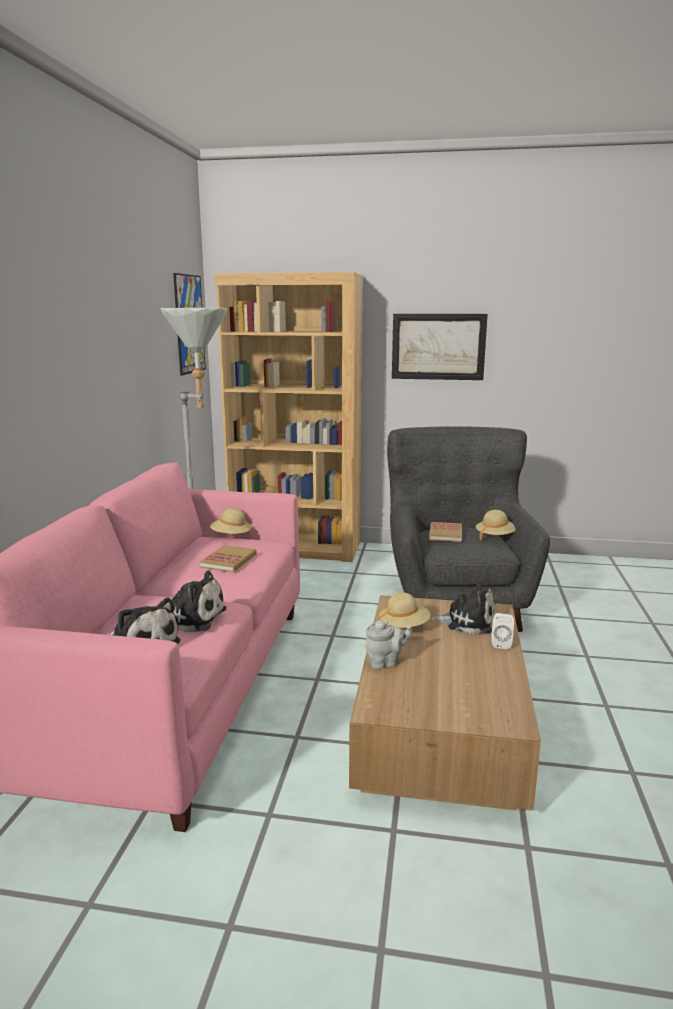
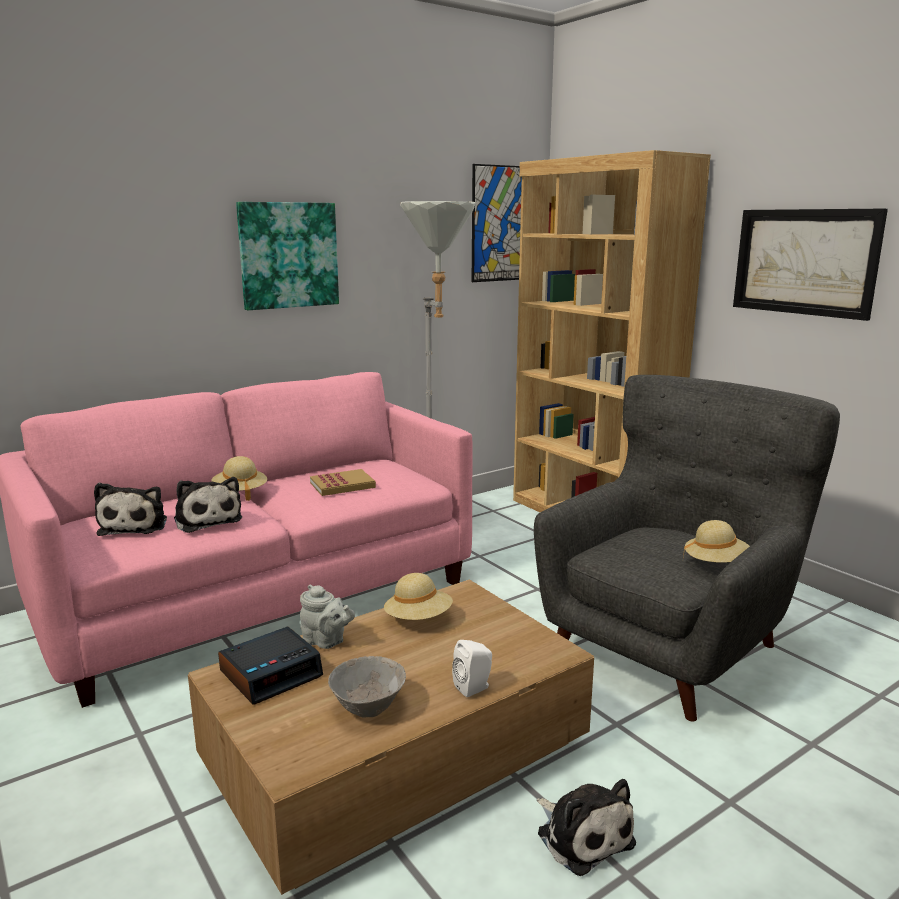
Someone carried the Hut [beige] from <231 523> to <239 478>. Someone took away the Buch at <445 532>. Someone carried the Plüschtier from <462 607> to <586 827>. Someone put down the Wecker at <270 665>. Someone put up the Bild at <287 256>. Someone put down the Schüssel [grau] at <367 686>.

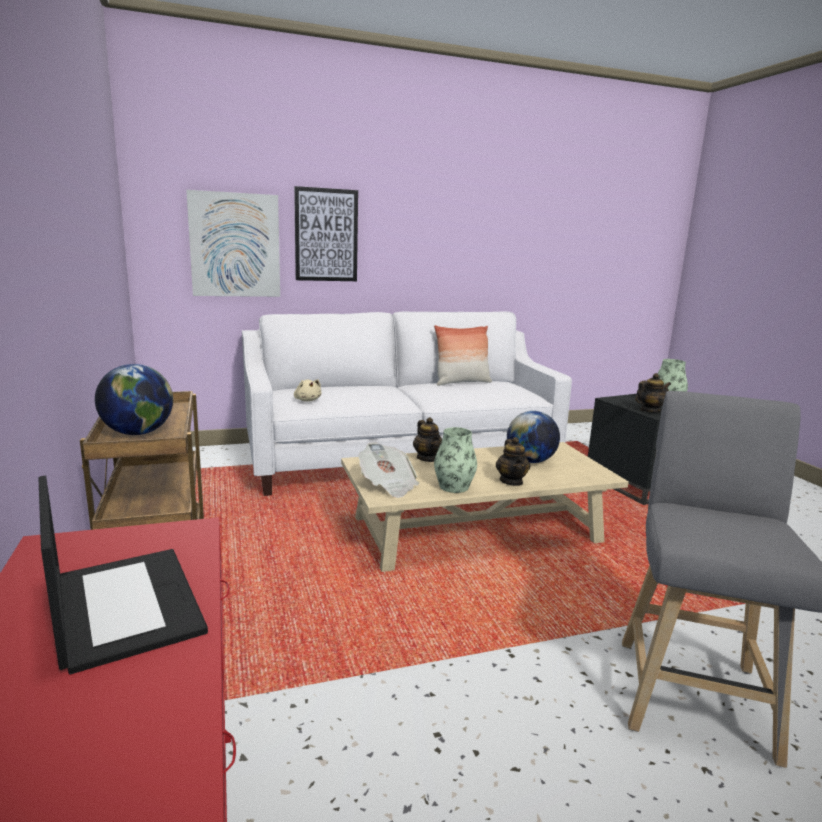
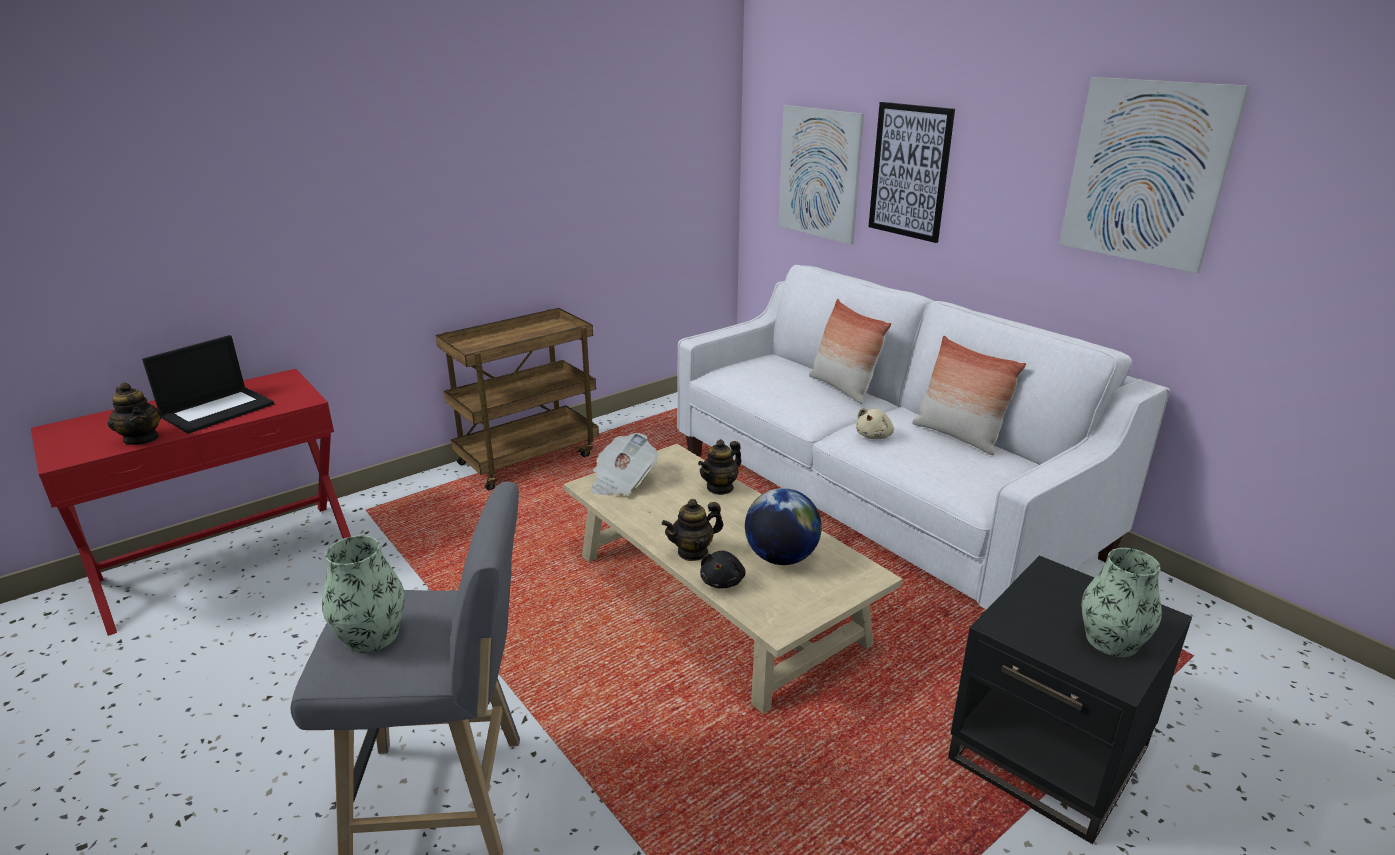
Someone took away the Globus at <134 399>. Someone carried the Plüschtier [beige] from <307 390> to <875 423>. Someone carried the Vase from <455 460> to <363 594>. Someone carried the Teekanne from <653 393> to <135 414>. Someone put down the Plüschtier [schwarz] at <723 569>. Someone put down the Kissen at <850 351>. Someone put up the Bild at <1154 175>.

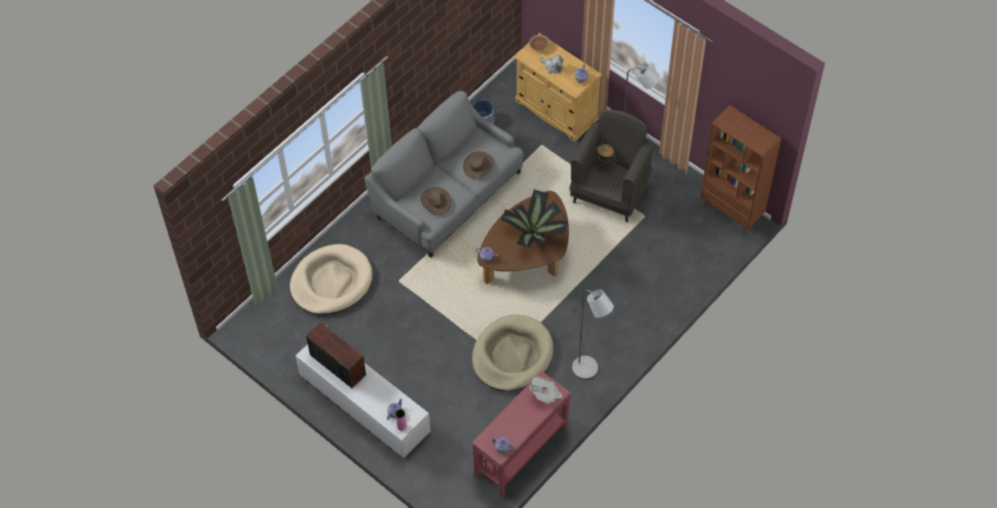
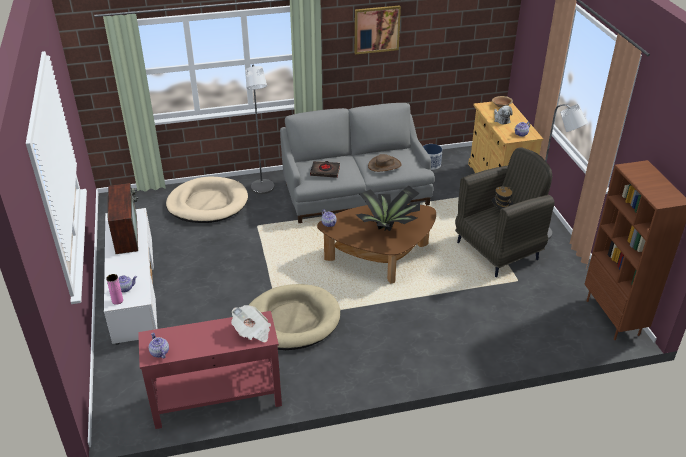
Someone swapped the Hut [braun] at <436 201> for the Buch [schwarz] at <325 169>. Someone carried the Stehlampe [grau] from <593 334> to <260 129>. Someone put up the Bild at <378 29>.

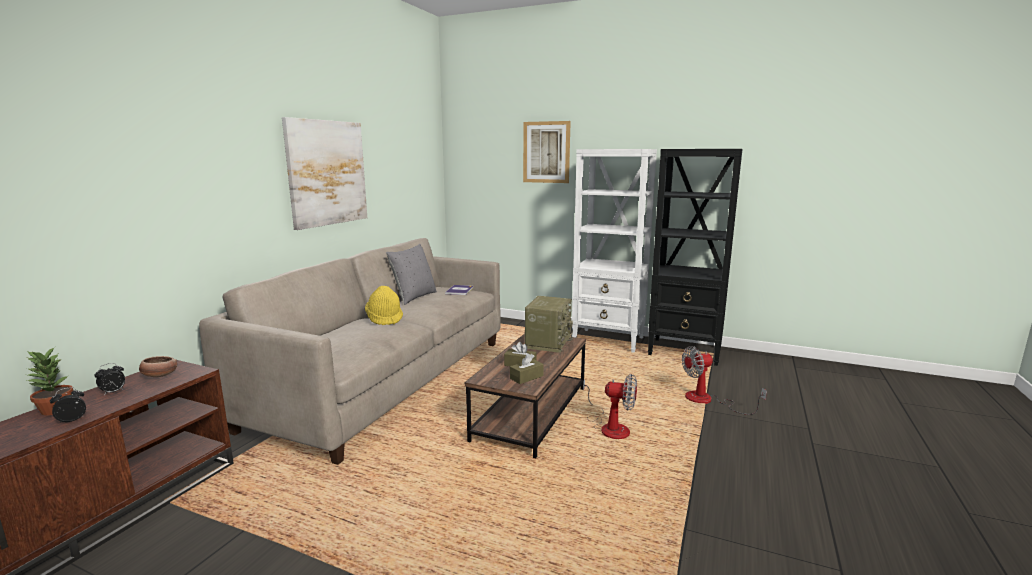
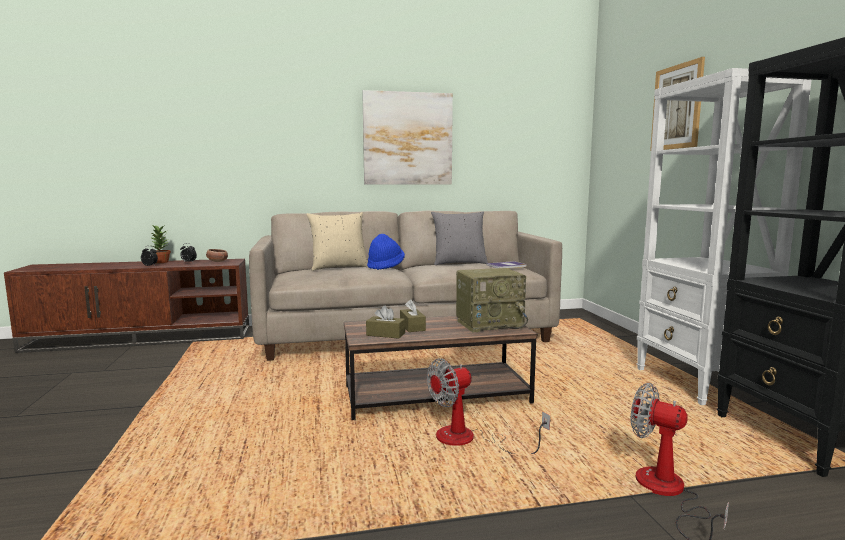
Someone repainted the Hut [gelb] at <384 305>, which became the Hut [blau] at <386 252>. Someone rotated the Ventilator at <610 406> by 75 degrees clockwise. Someone put down the Kissen [beige] at <337 241>.

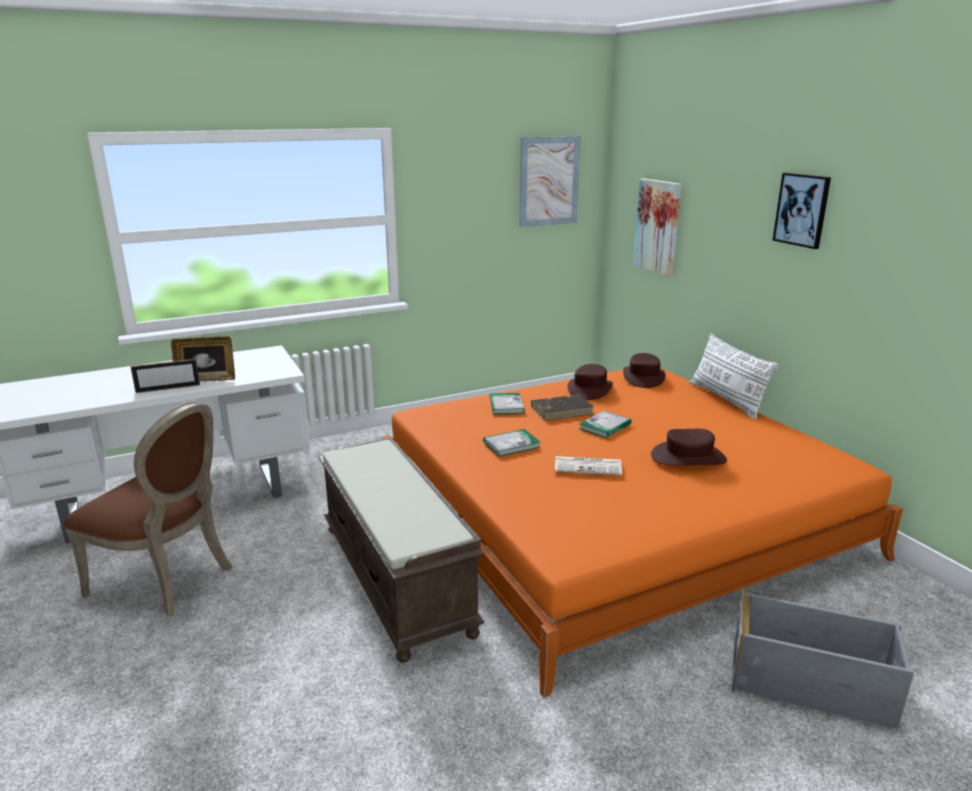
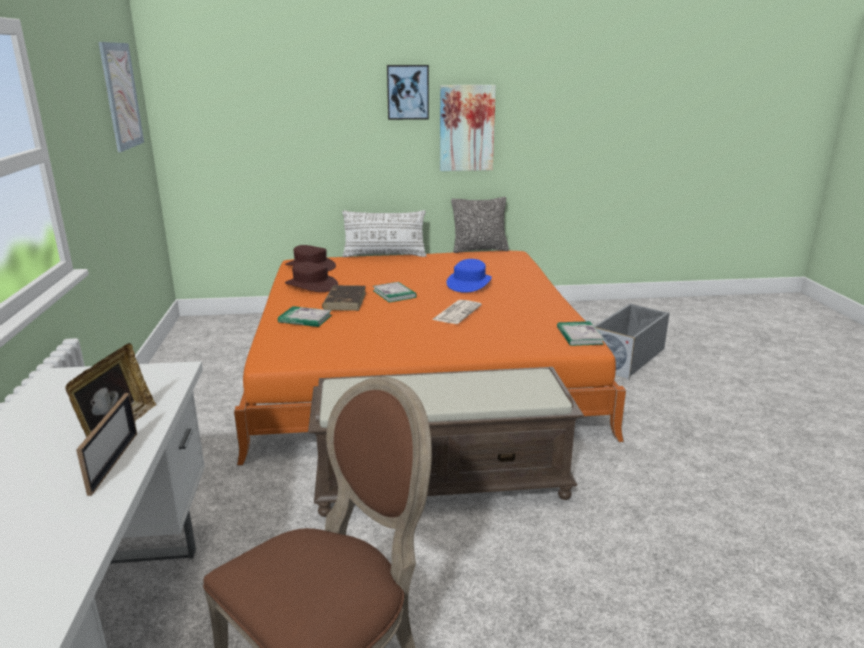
Someone carried the Buch from <511 442> to <580 333>. Someone carried the Bild from <657 227> to <468 128>. Someone repainted the Hut [braun] at <689 447>, which became the Hut [blau] at <469 276>. Someone put down the Kissen at <480 225>.

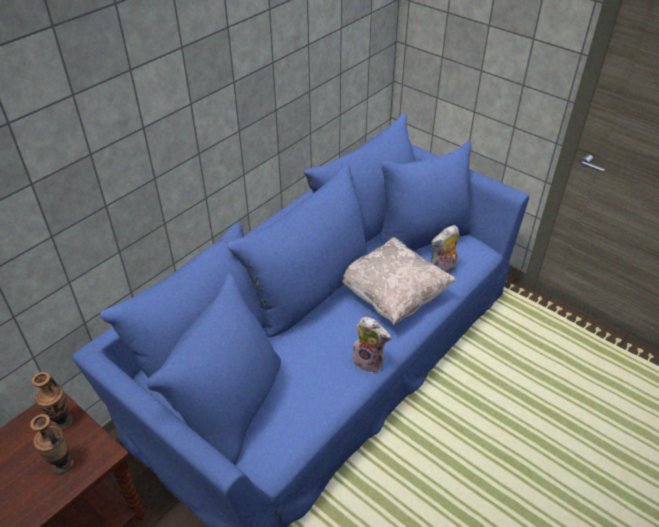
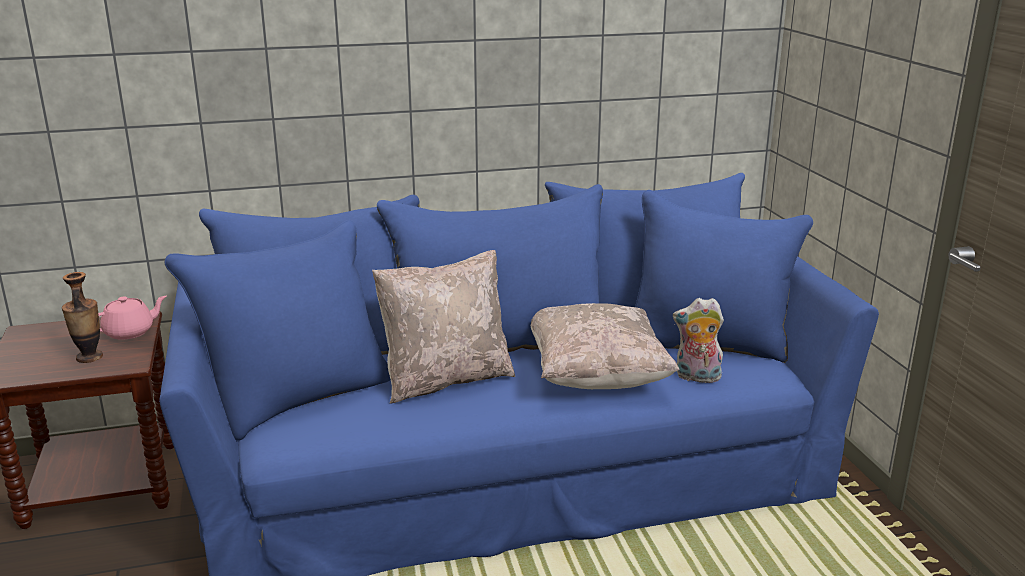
Someone swapped the Vase at <52 401> for the Teekanne [rosa] at <132 318>. Someone took away the Plüschtier at <371 345>. Someone put down the Kissen [beige] at <443 326>.

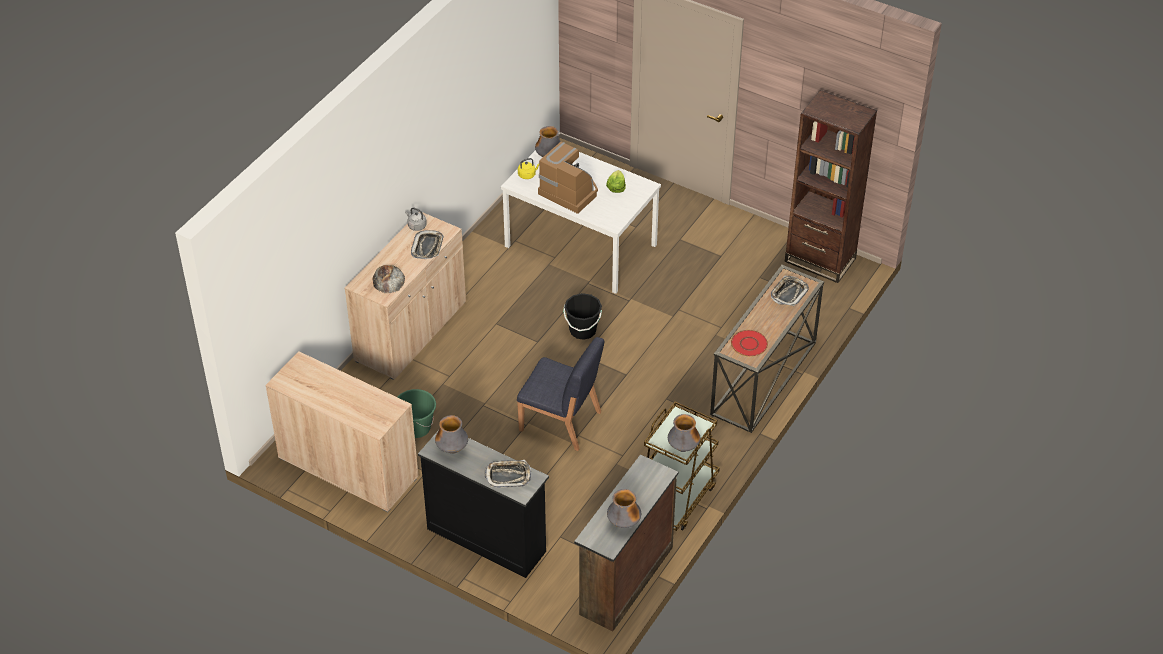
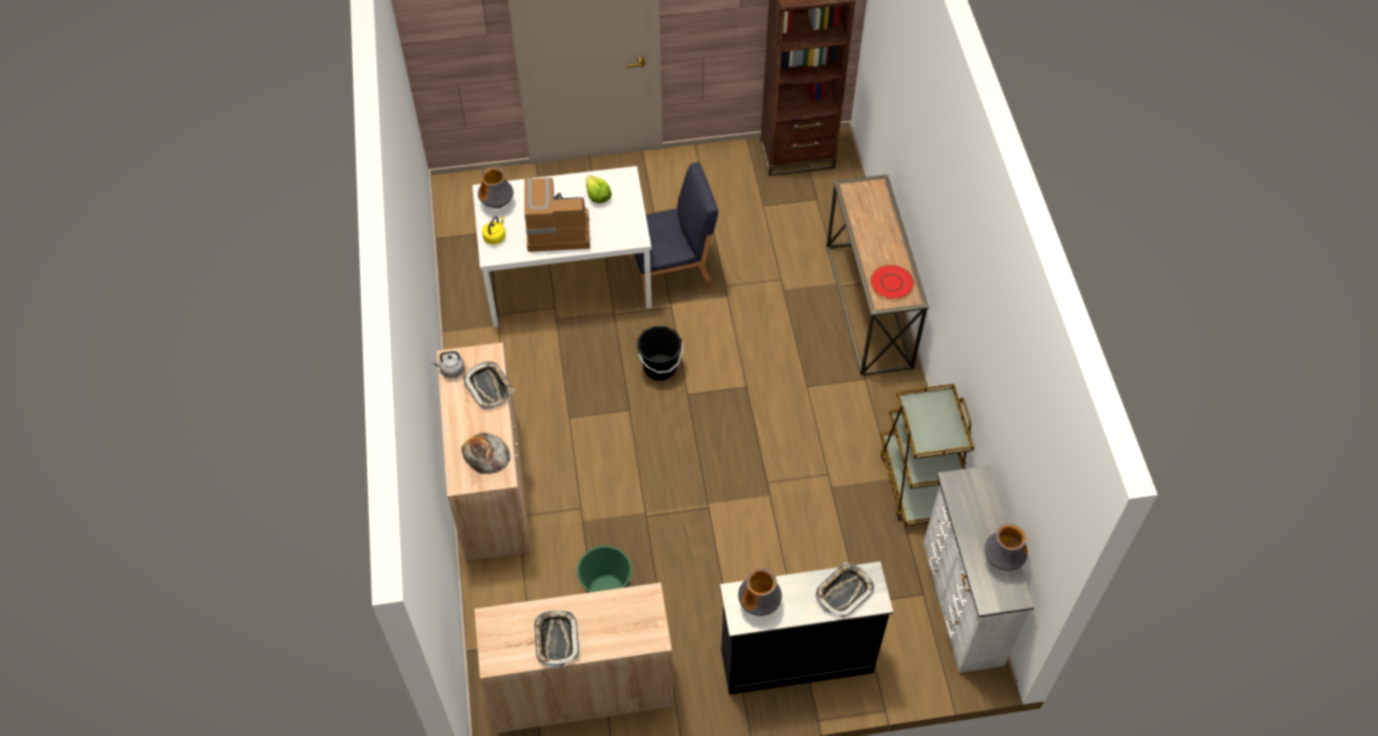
Someone carried the Stuhl [blau] from <560 394> to <673 233>. Someone repainted the Kommode [braun] at <626 542>, which became the Kommode [weiß] at <978 569>. Someone took away the Vase at <684 433>. Someone carried the Tablett from <790 291> to <556 639>.

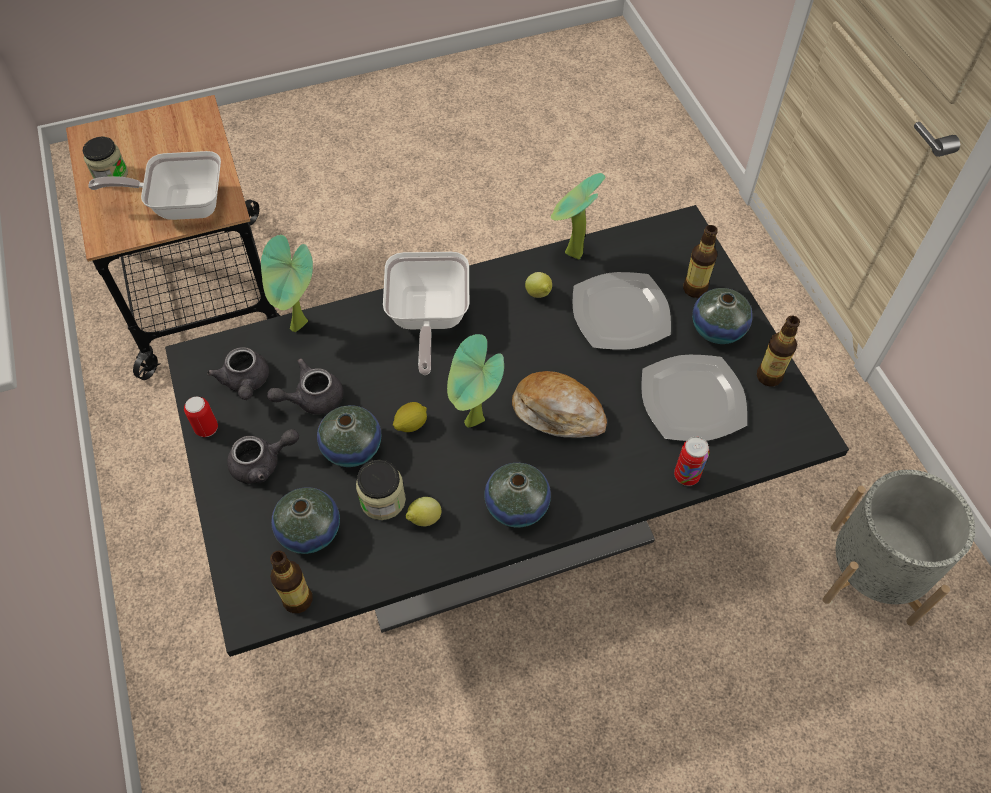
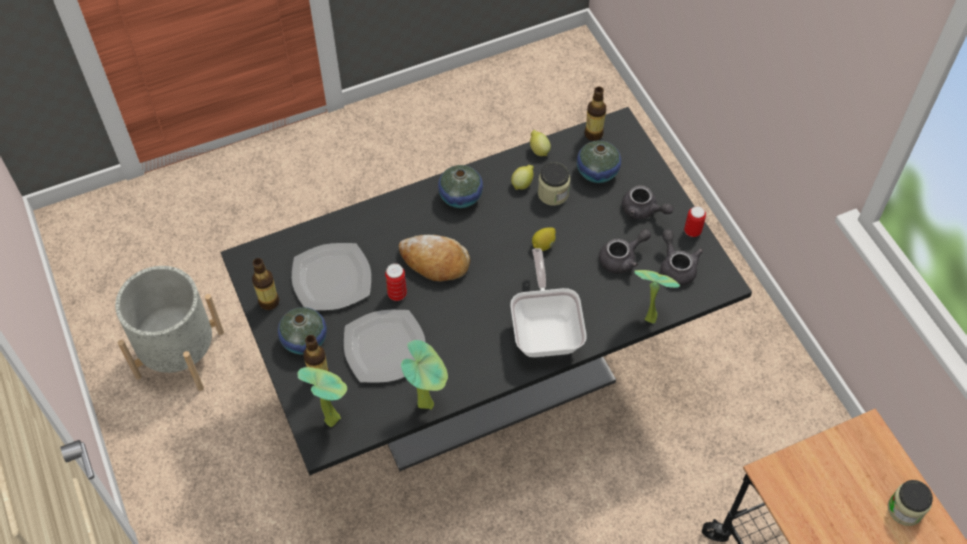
Someone took away the Pfanne at <155 185>. Someone rotated the Teekanne [grau] at <263 456> by 120 degrees counterclockwise. Someone took away the Vase at <349 436>. Someone carried the Topfpflanze from <475 381> to <322 397>. Someone carried the Zitrone from <538 285> to <540 143>. Someone carried the Dose from <691 461> to <396 282>.

